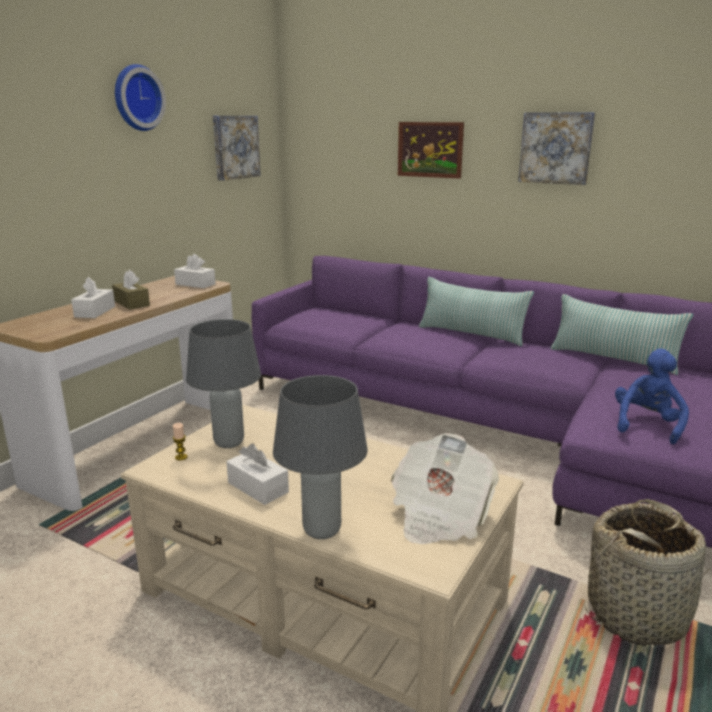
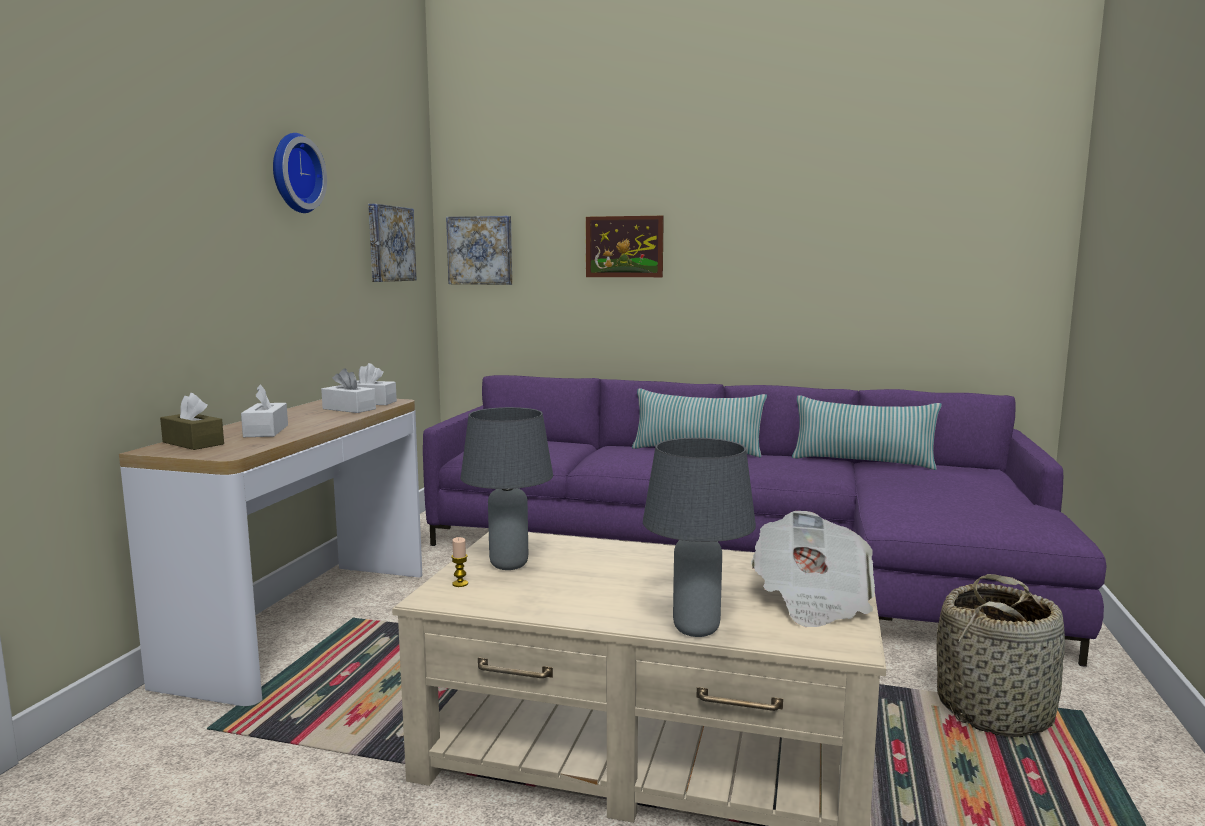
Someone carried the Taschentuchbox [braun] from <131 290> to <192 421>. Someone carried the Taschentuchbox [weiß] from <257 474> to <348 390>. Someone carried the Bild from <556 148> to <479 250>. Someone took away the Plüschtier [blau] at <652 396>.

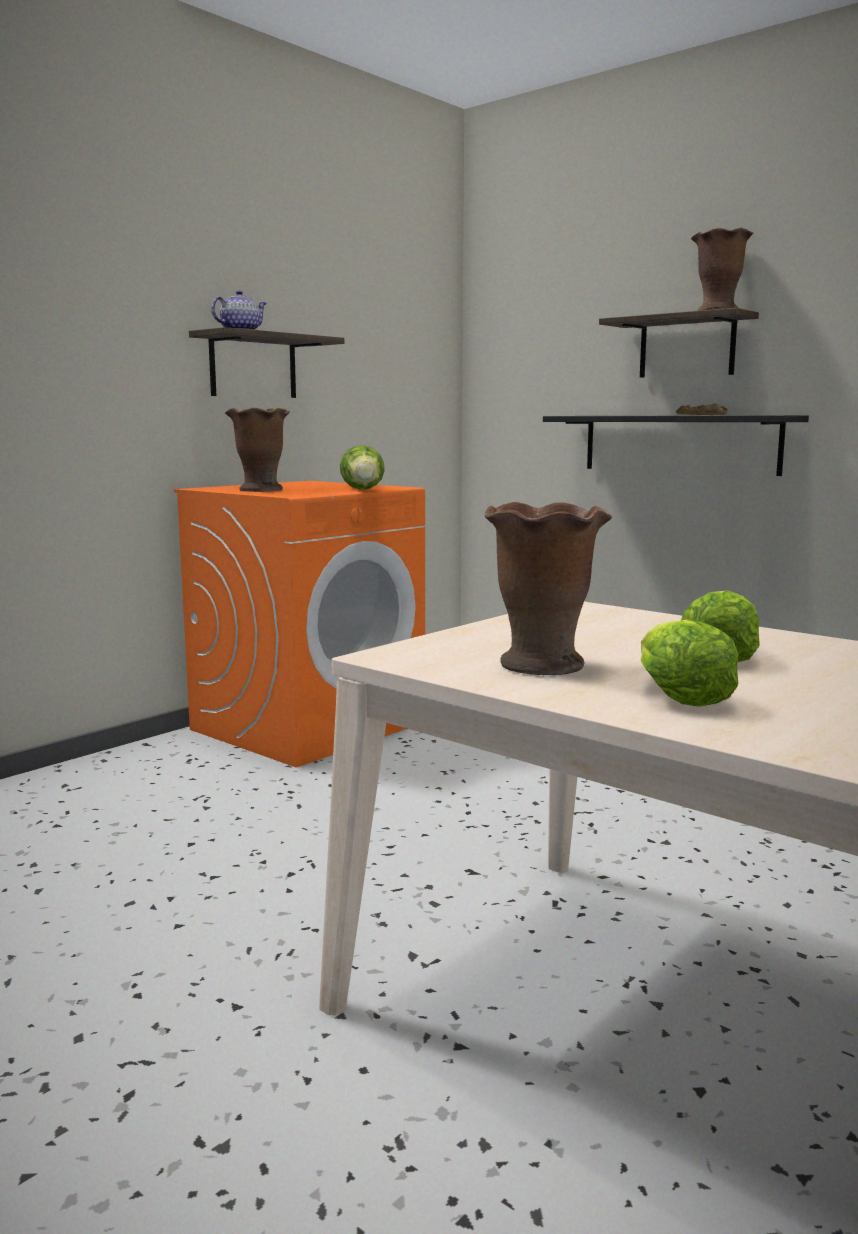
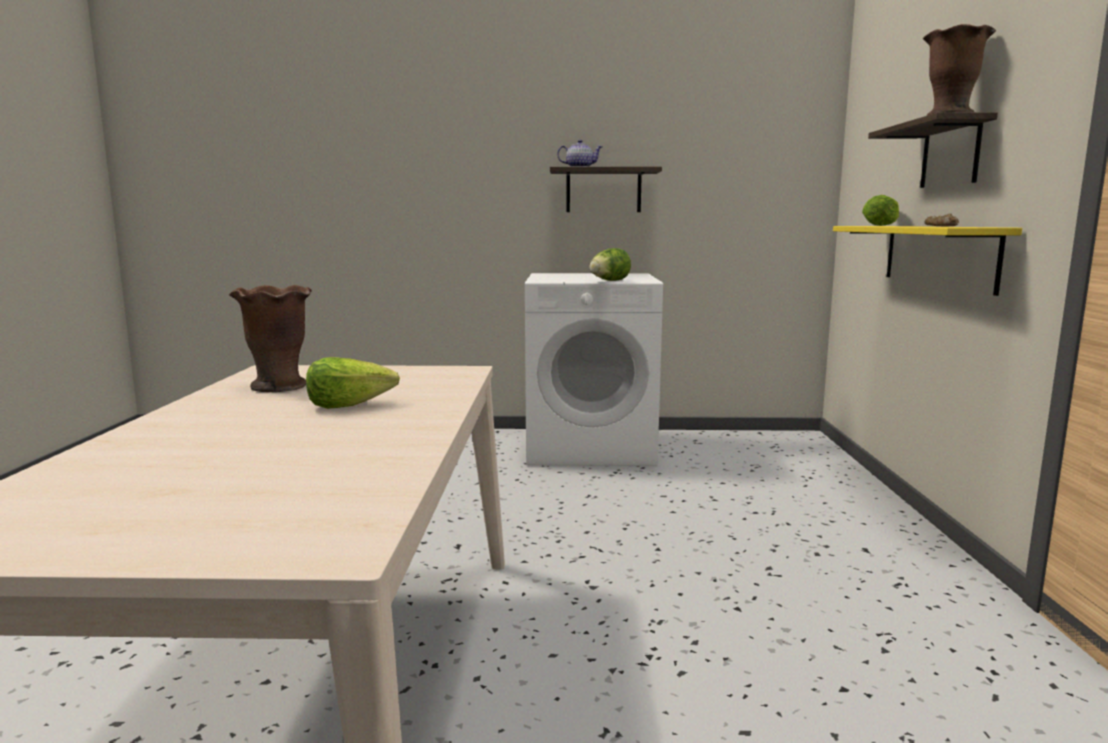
Someone repainted the Waschmaschine [orange] at <299 624>, which became the Waschmaschine [weiß] at <594 369>. Someone took away the Vase [braun] at <257 450>. Someone repainted the Wandregal [schwarz] at <676 445>, which became the Wandregal [gelb] at <927 261>. Someone carried the Salatkopf from <689 663> to <880 210>.

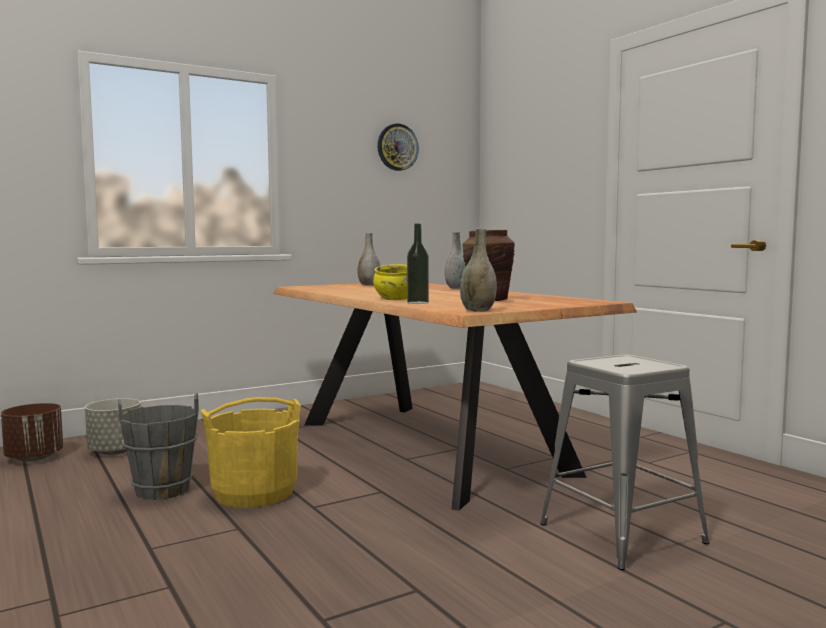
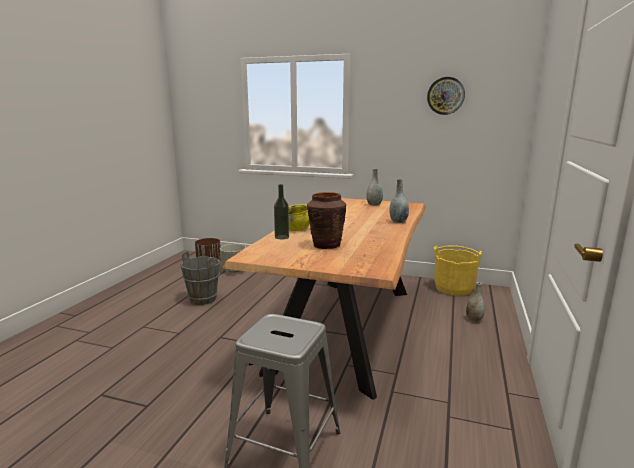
Someone carried the Eimer [gelb] from <250 452> to <458 270>. Someone carried the Vase [grau] from <478 270> to <475 302>.

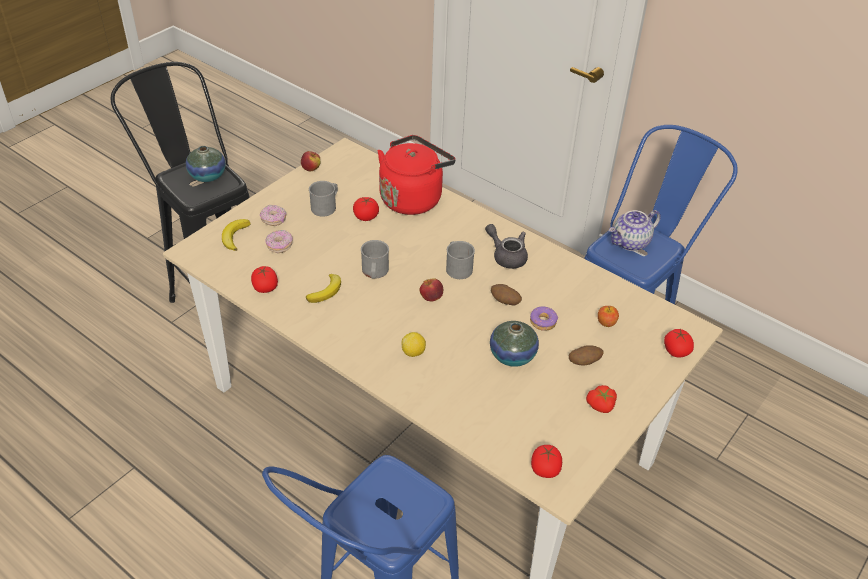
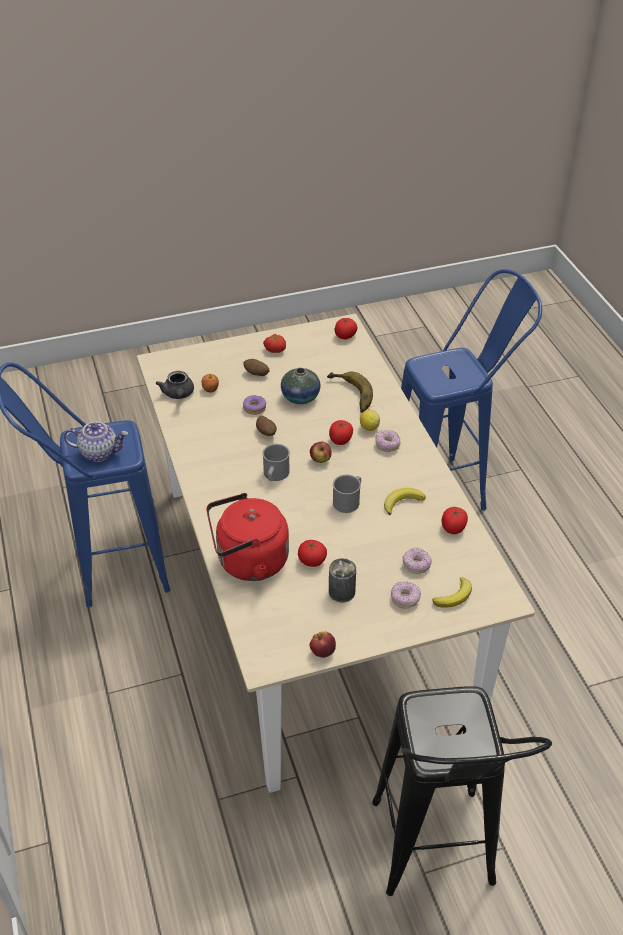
Someone took away the Vase at <206 164>. Someone swapped the Henkelbecher [grau] at <323 199> for the Dose at <342 580>. Someone carried the Teekanne [grau] from <506 246> to <175 385>. Someone carried the Tomate from <679 343> to <341 432>. Someone put down the Banane at <350 392>. Someone put down the Donut at <388 441>.

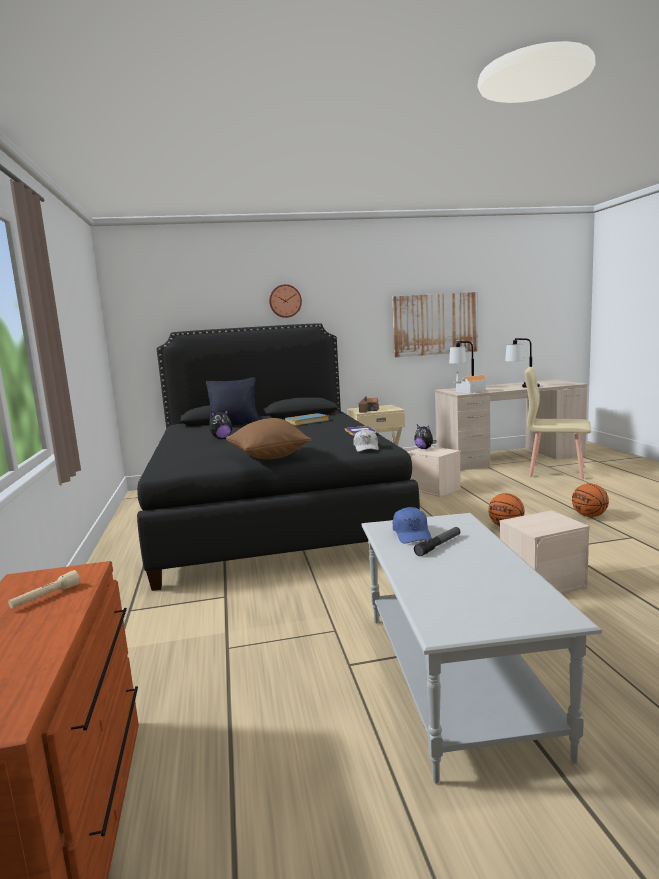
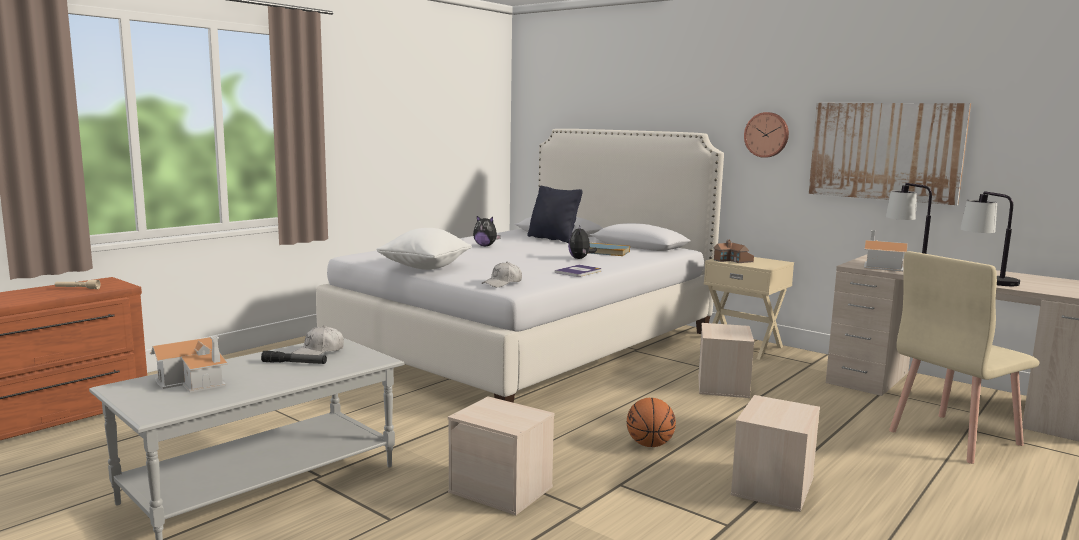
Someone repainted the Bett [schwarz] at <278 457>, which became the Bett [weiß] at <520 266>. Someone repainted the Kissen [braun] at <269 438>, which became the Kissen [weiß] at <424 249>. Someone carried the Wanduhr from <285 301> to <766 135>. Someone repainted the Kappe [blau] at <412 525>, which became the Kappe [weiß] at <317 340>. Someone carried the Plüschtier from <425 437> to <582 242>. Someone rotated the Stuhl [beige] at <557 423> by 105 degrees counterclockwise. Someone swapped the Basketball at <590 500> for the Aufbewahrungsbox [beige] at <775 453>. Someone put down the Spielzeughaus at <189 364>.

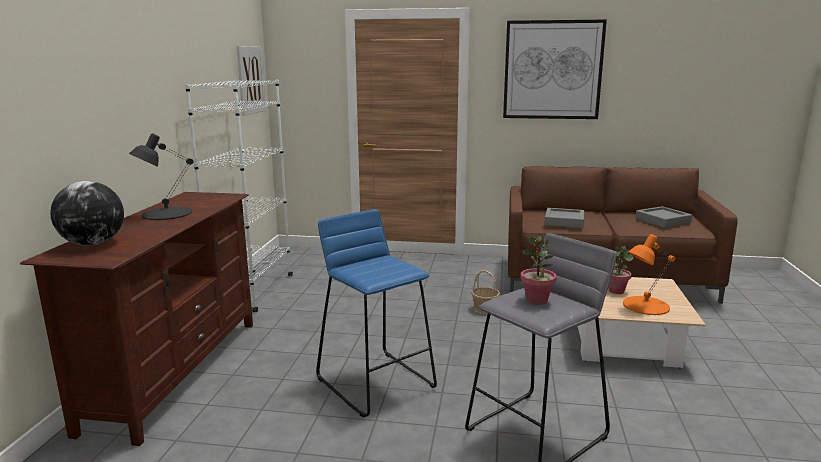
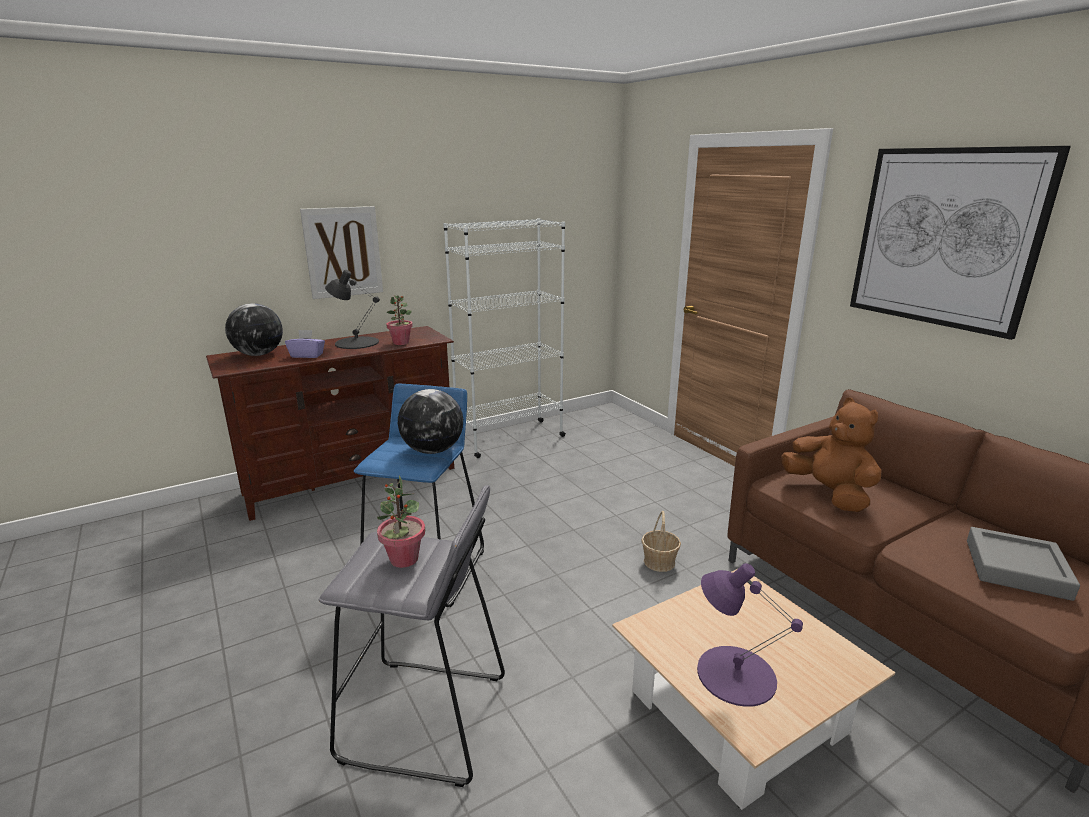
Someone carried the Bild from <251 81> to <341 252>. Someone swapped the Tablett [grau] at <564 218> for the Plüschtier [braun] at <831 455>. Someone carried the Topfpflanze from <621 270> to <399 320>. Someone repainted the Tischlampe [orange] at <649 274>, which became the Tischlampe [lila] at <750 635>. Someone put down the Taschentuchbox [lila] at <305 344>. Someone put down the Globus at <430 421>.

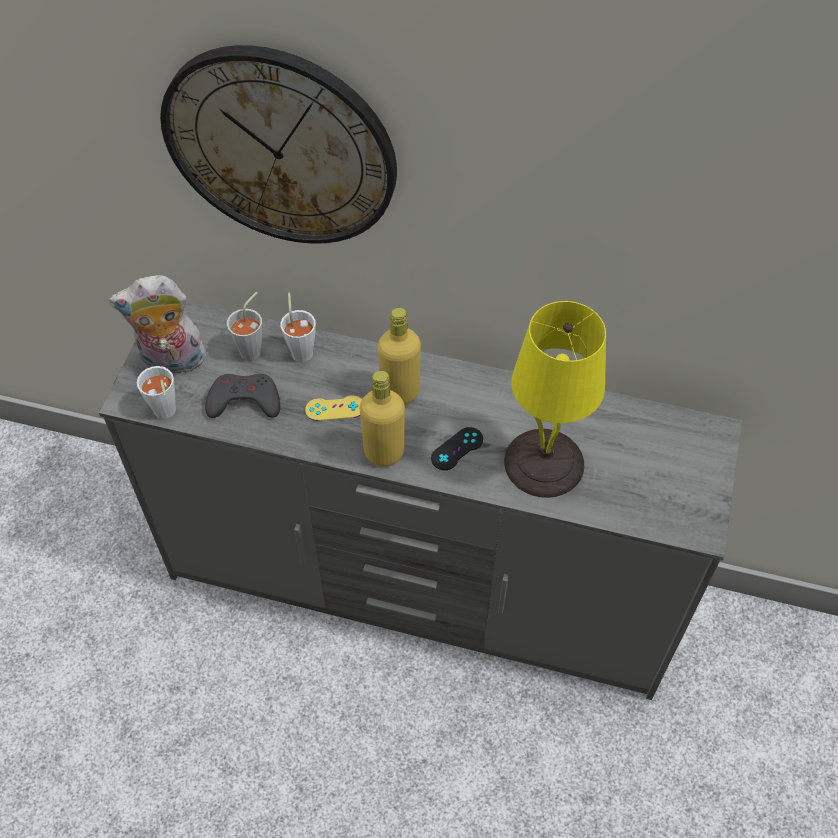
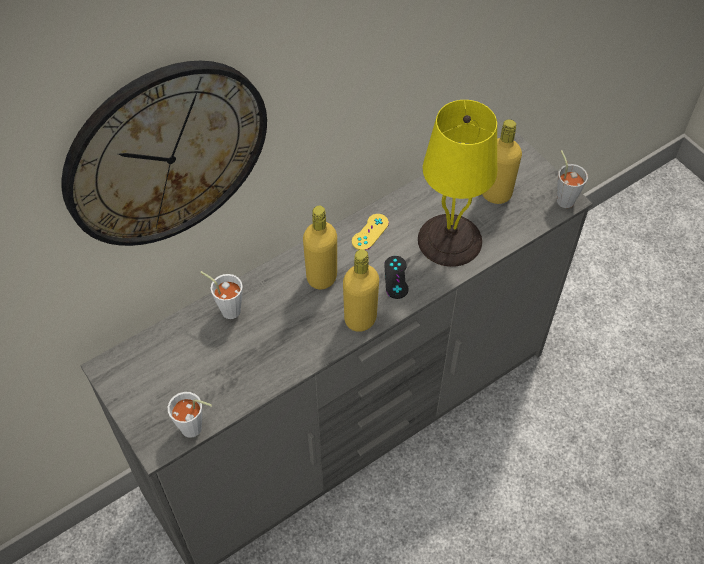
Someone took away the Plüschtier at <158 324>. Someone took away the Gamepad [grau] at <242 396>. Someone carried the Tasse [grau] from <244 326> to <572 179>. Someone carried the Gamepad [gelb] from <333 408> to <370 232>. Someone put down the Flasche [gelb] at <502 161>.

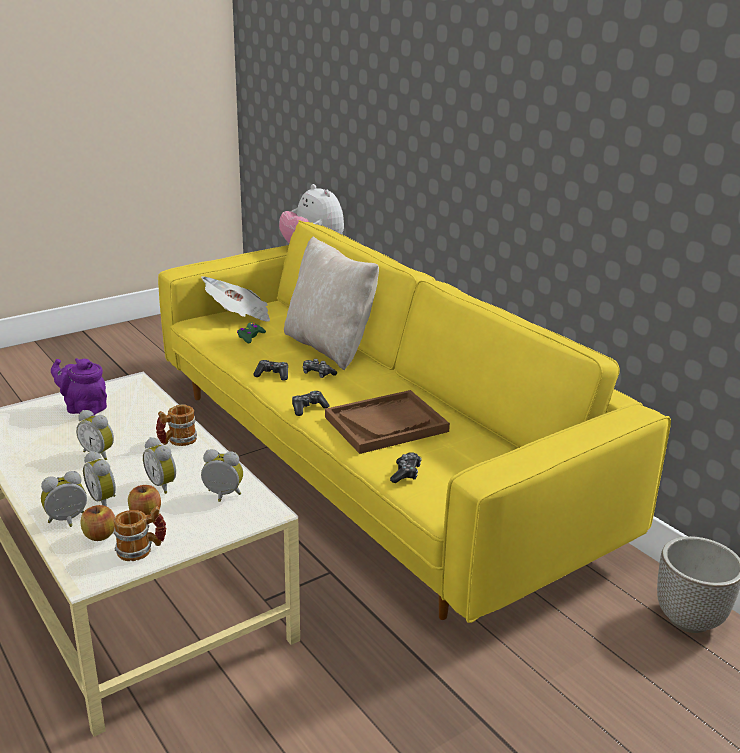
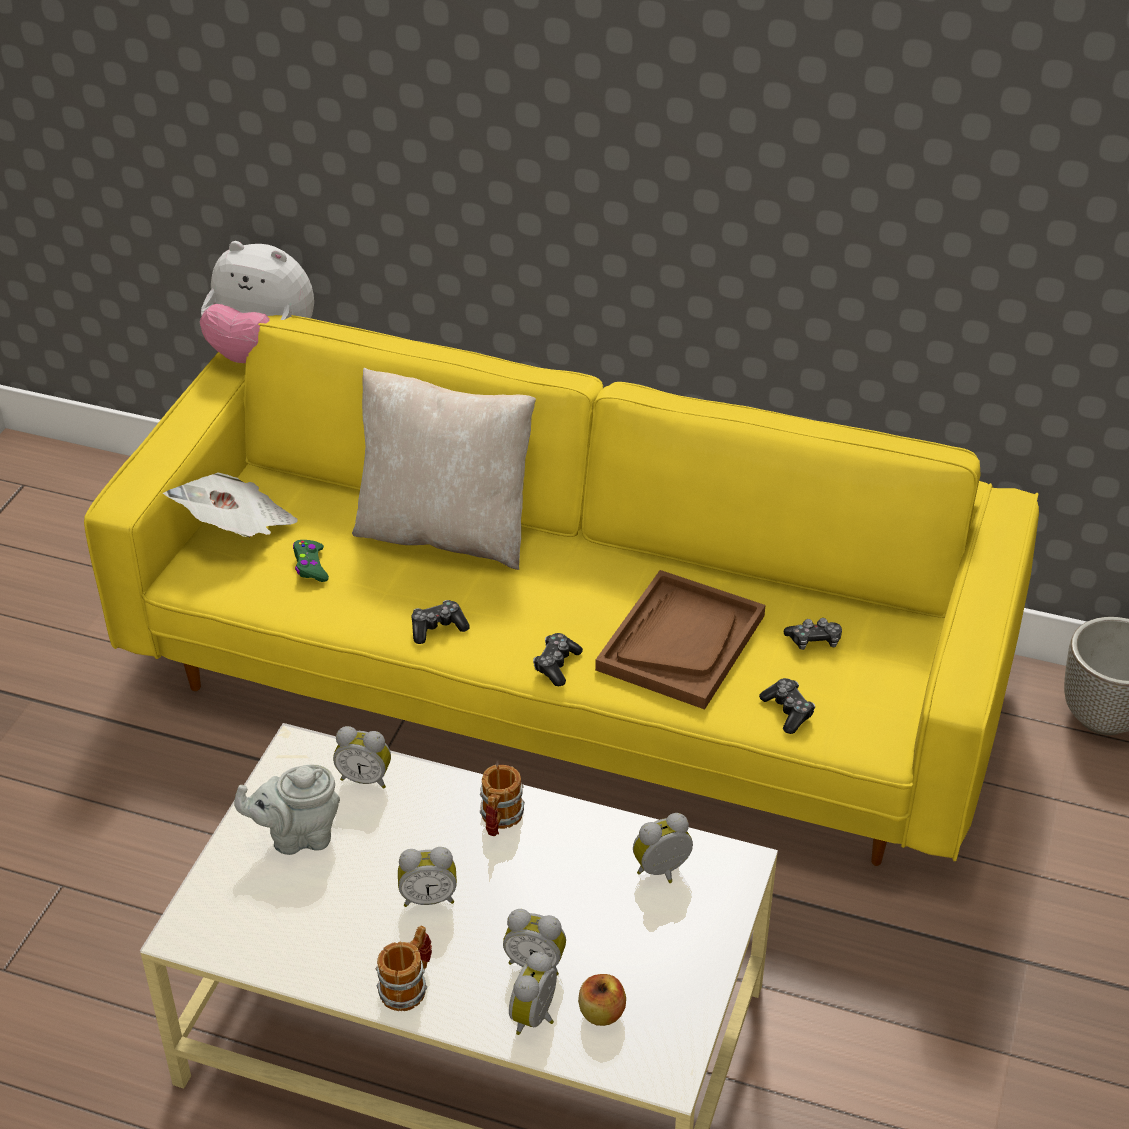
Someone repainted the Teekanne [lila] at <79 387>, which became the Teekanne [grau] at <287 810>. Someone carried the Henkelbecher from <139 533> to <404 968>. Someone took away the Apfel at <144 500>. Someone carried the Wecker from <159 465> to <362 757>. Someone carried the Gamepad from <320 368> to <812 634>.

